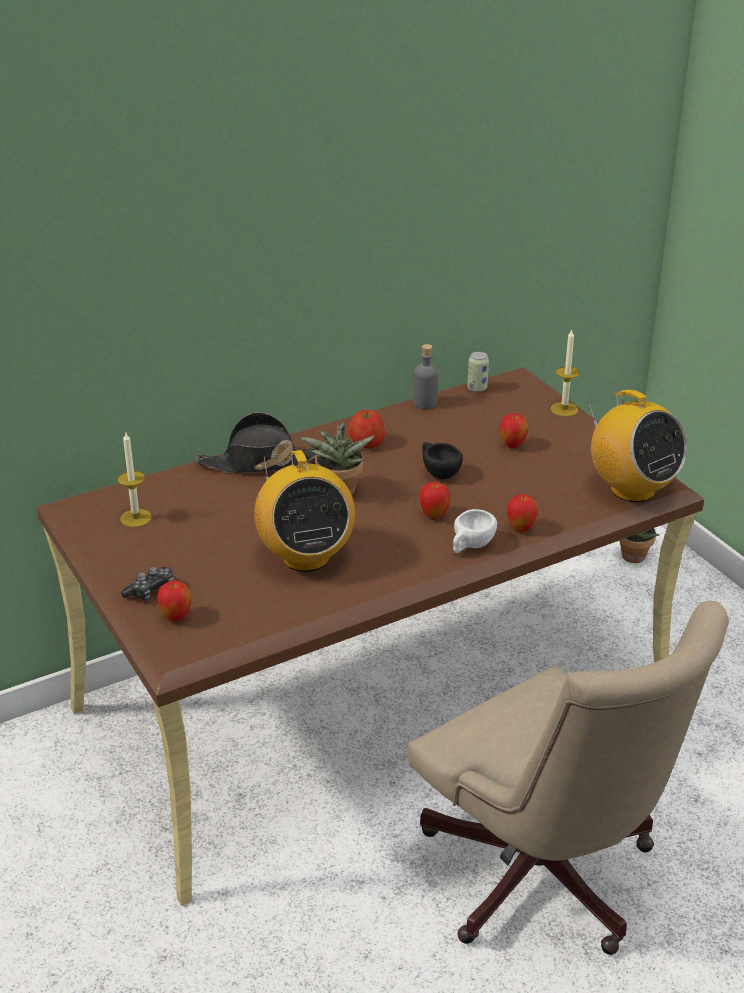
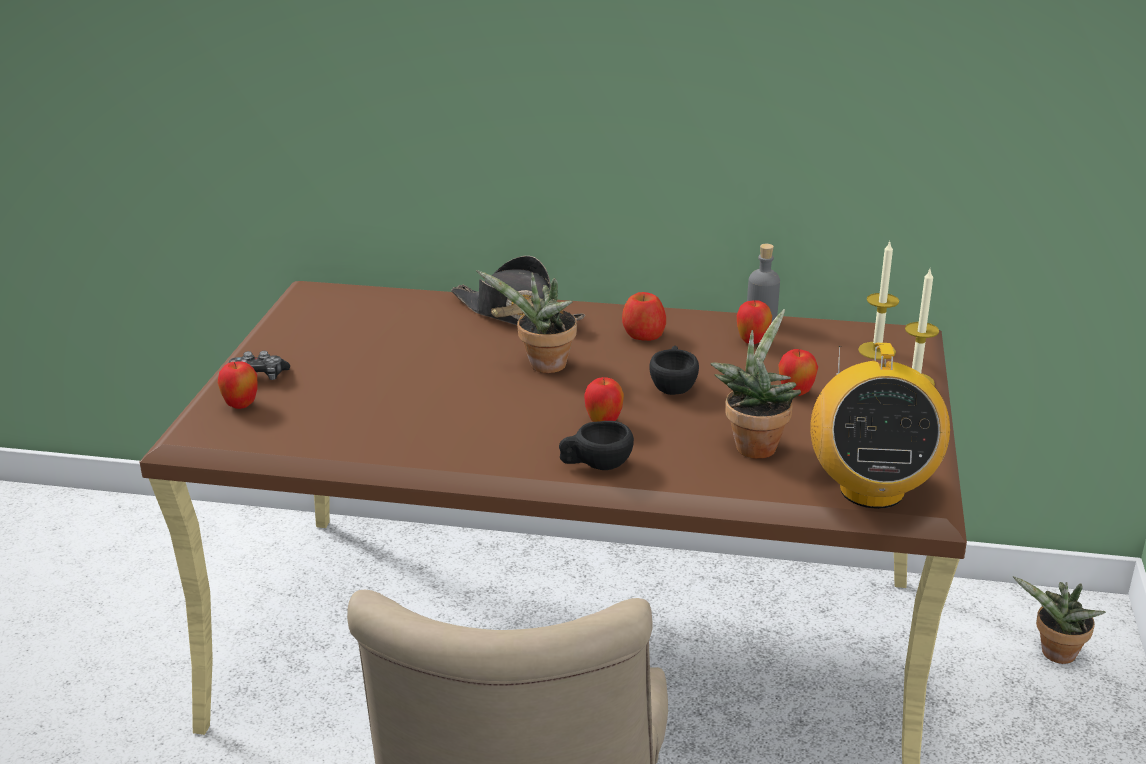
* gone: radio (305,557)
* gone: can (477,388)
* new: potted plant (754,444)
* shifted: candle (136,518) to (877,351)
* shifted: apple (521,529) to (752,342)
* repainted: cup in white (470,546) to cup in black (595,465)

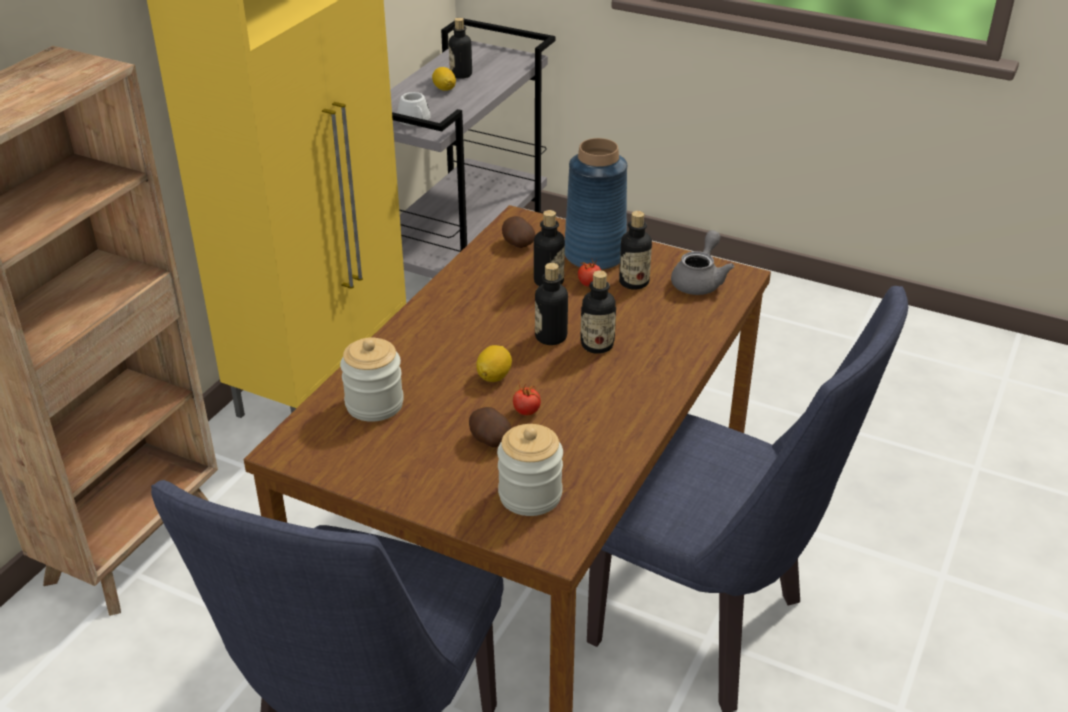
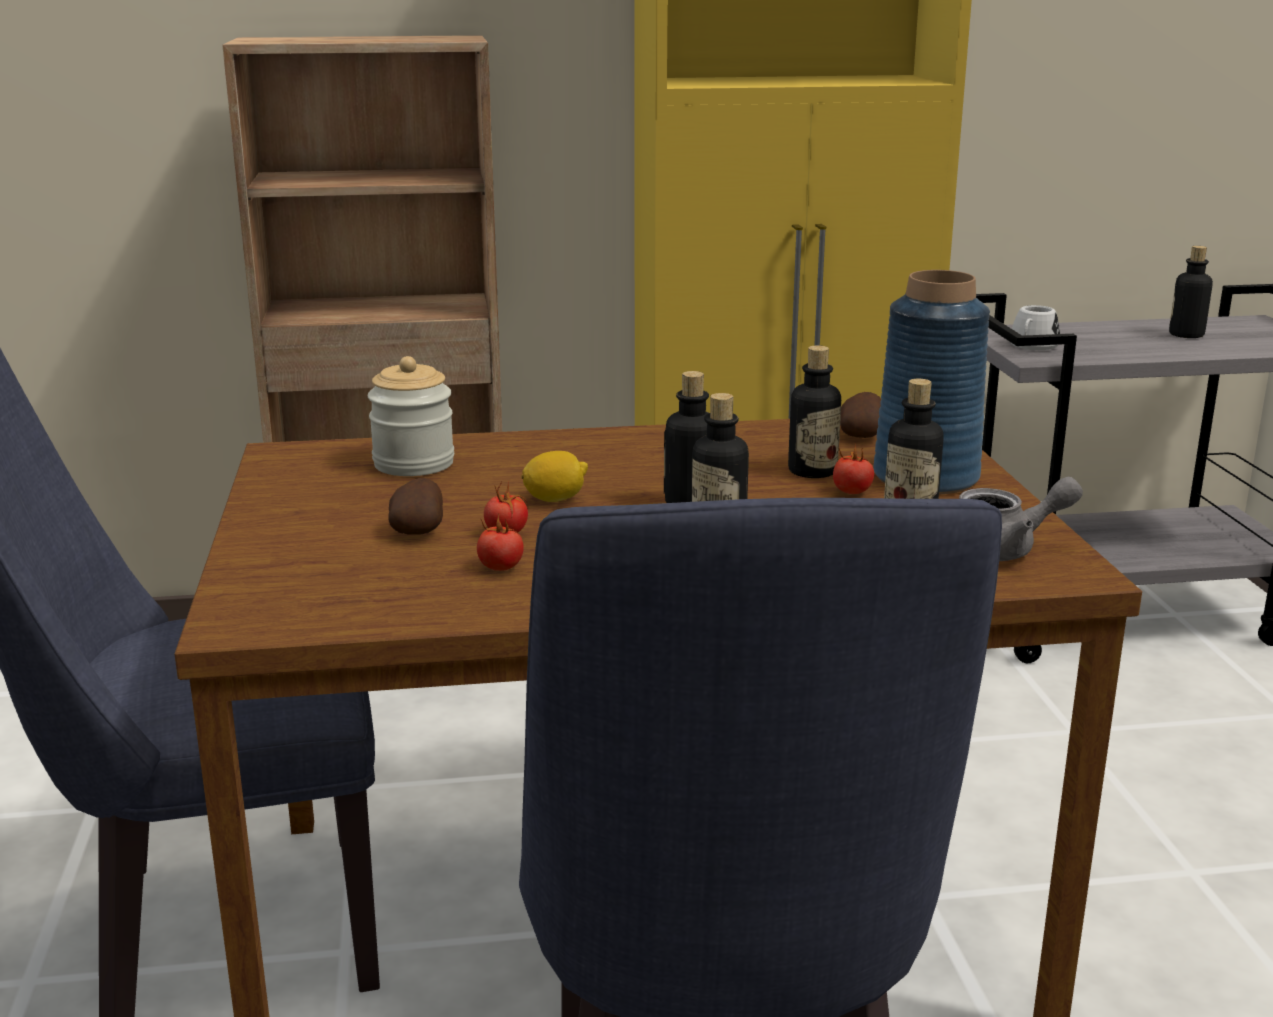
* gone: lemon (444,89)
* gone: jar (530,495)
* new: tomato (501,567)

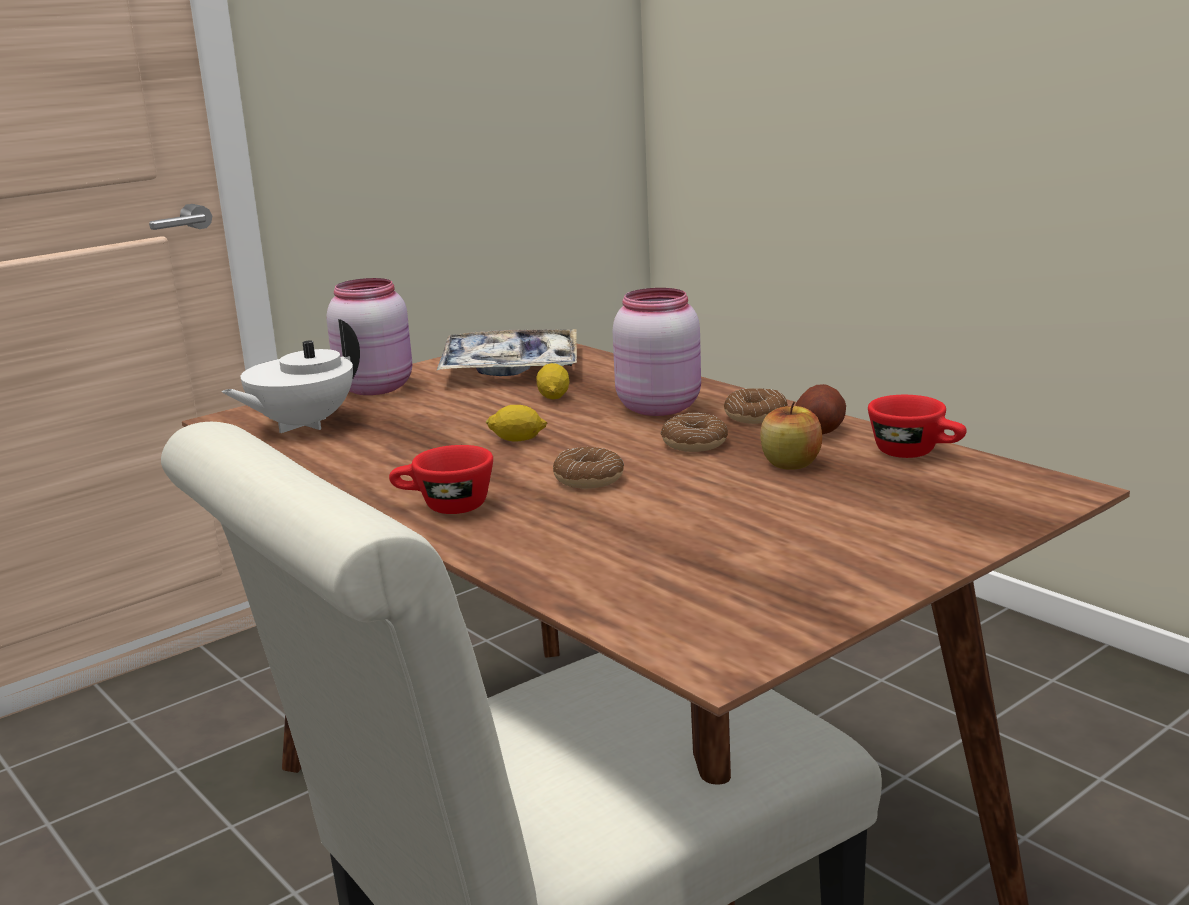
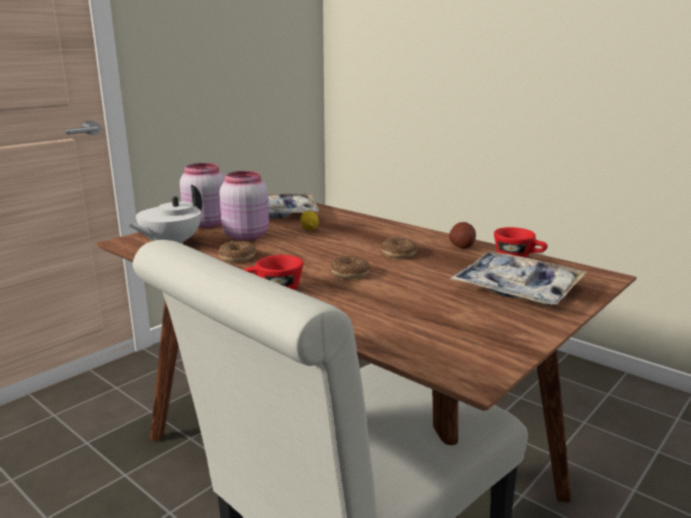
* gone: lemon (518,440)
* gone: apple (790,464)
* new: tray (517,289)
* shifted: jar in pink (658,406) to (246,235)
* shifted: donut (755,416) to (237,257)

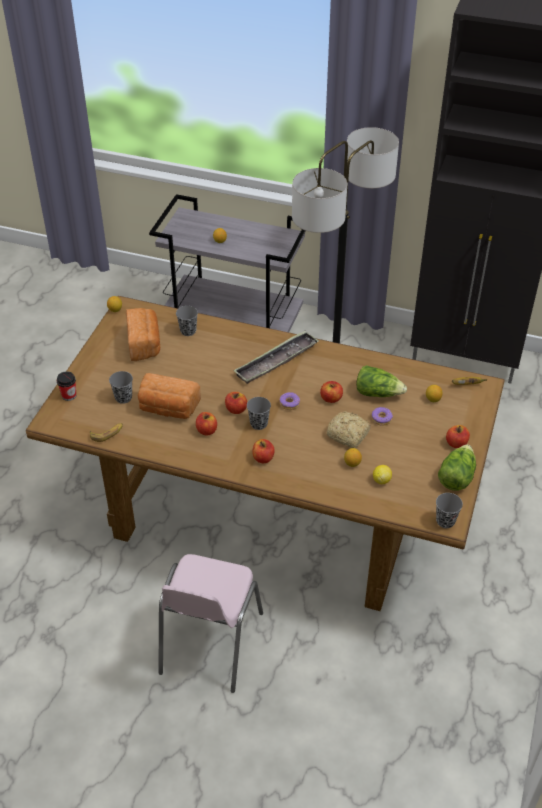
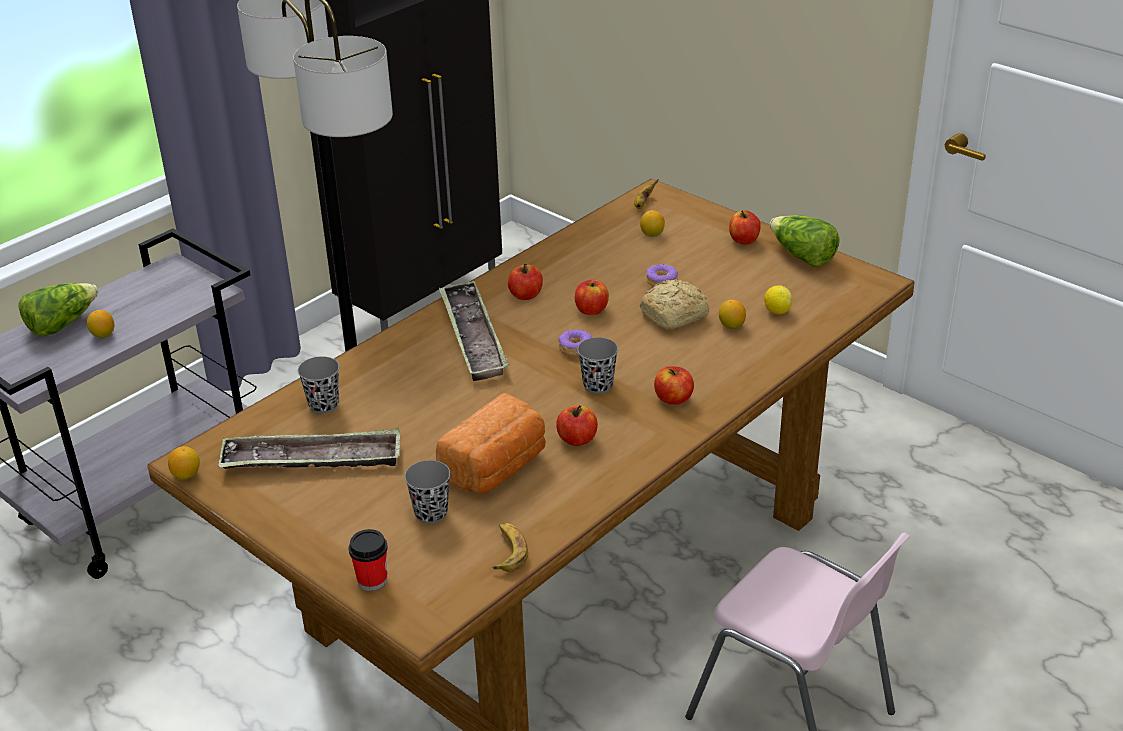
* gone: cup in grey (445,521)
* shifted: apple (236,409) to (526,295)
* shifted: lettuce (378,393) to (62,324)
* swapped: bread (144,344) to tray (312,460)

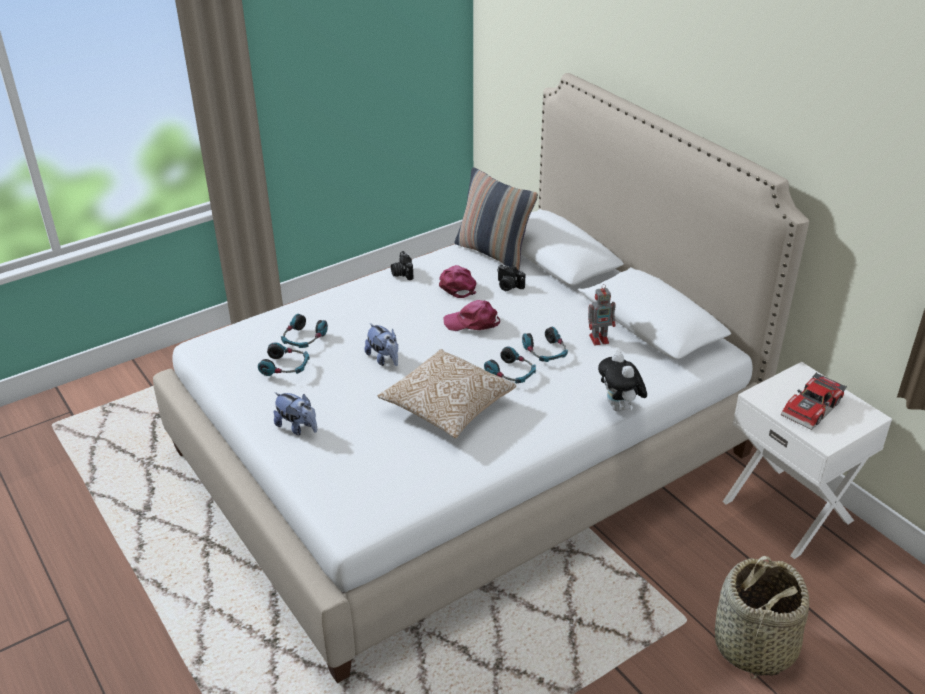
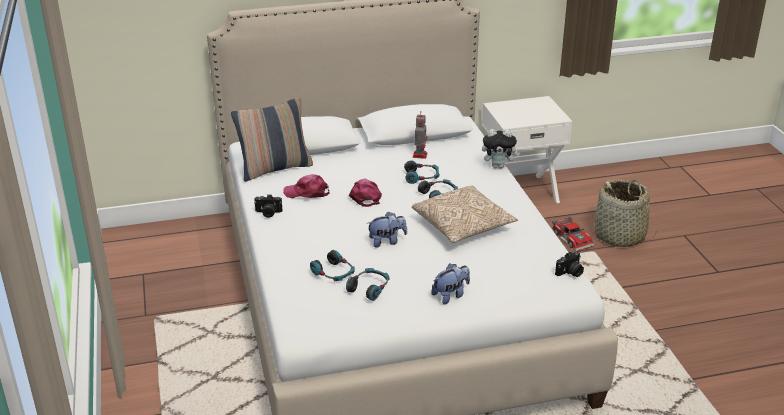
* shifted: photo camera (508,286) to (570,273)
* shifted: toy car (813,409) to (573,238)
* rotated: cap in pink (472,322) = (365,196) 150 degrees clockwise

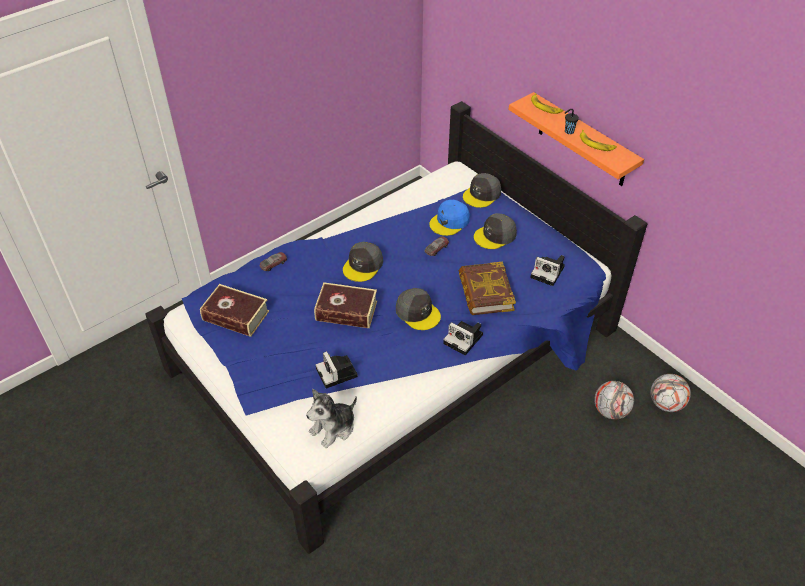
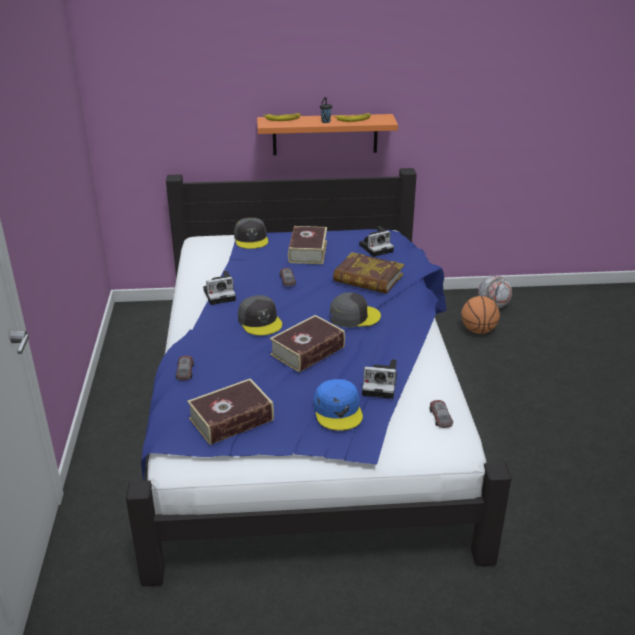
* shifted: cap in blue (450,222) to (338,410)
* shifted: photo camera (464,339) to (221,294)
* swapped: plush toy (333,428) to toy car (440,417)
* swapped: cap in grey (495,235) to book (308,251)
* swapped: football (610,411) to basketball (478,330)

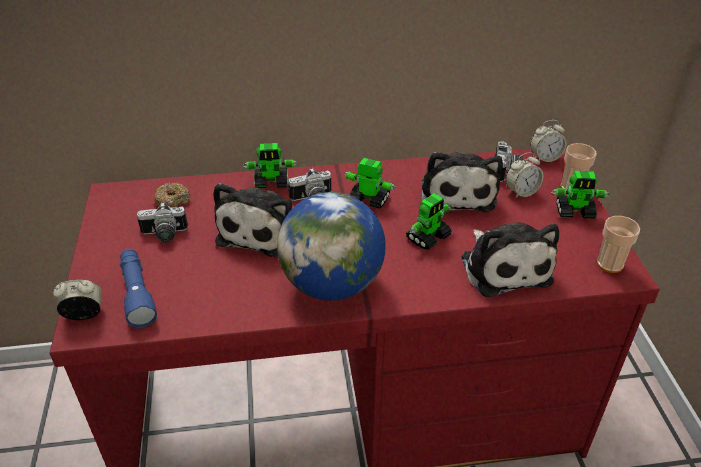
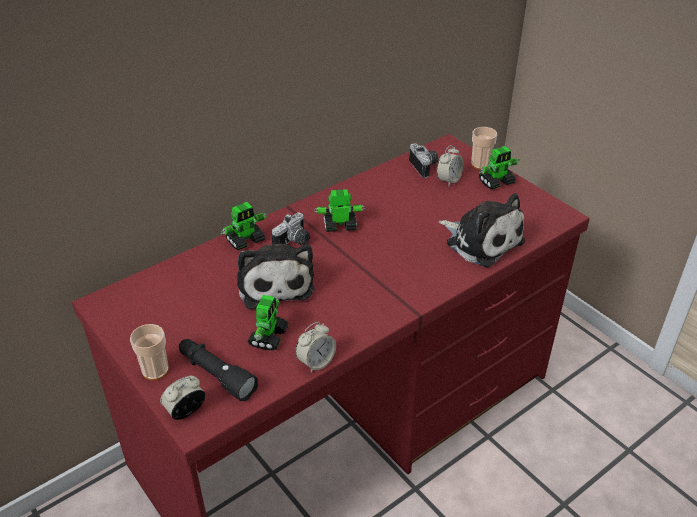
* gone: photo camera (164,235)
* gone: donut (172,201)
* gone: globe (332,284)
* gone: plush toy (457,193)
* shifted: toy robot (428,237) to (269,336)
* shifted: alarm clock (545,158) to (316,362)
* shifted: cup (610,264) to (155,370)
* repainted: flashlight in blue (137,293) to flashlight in black (216,375)

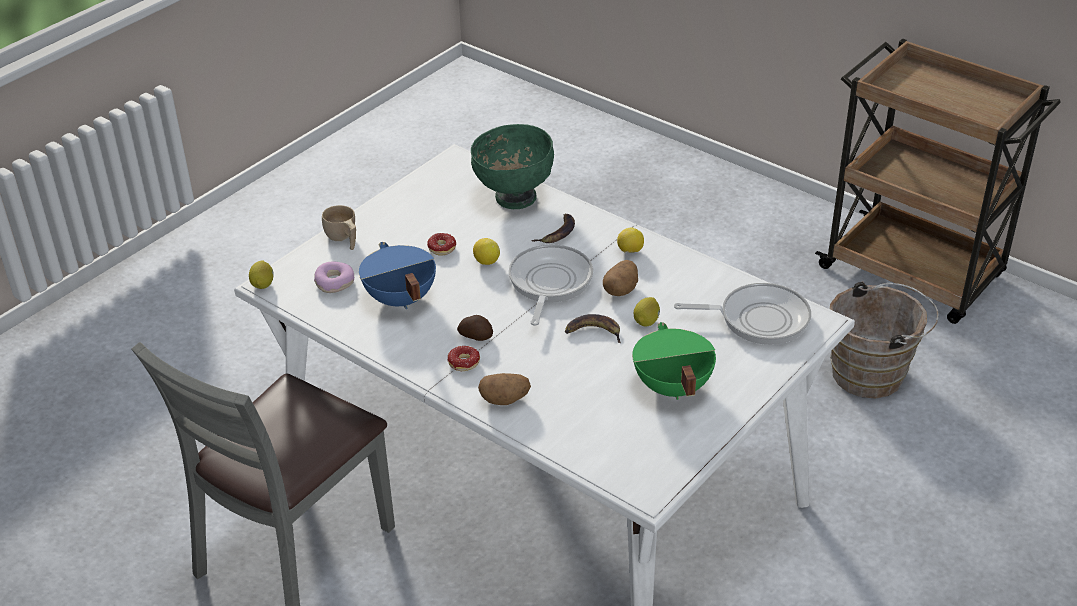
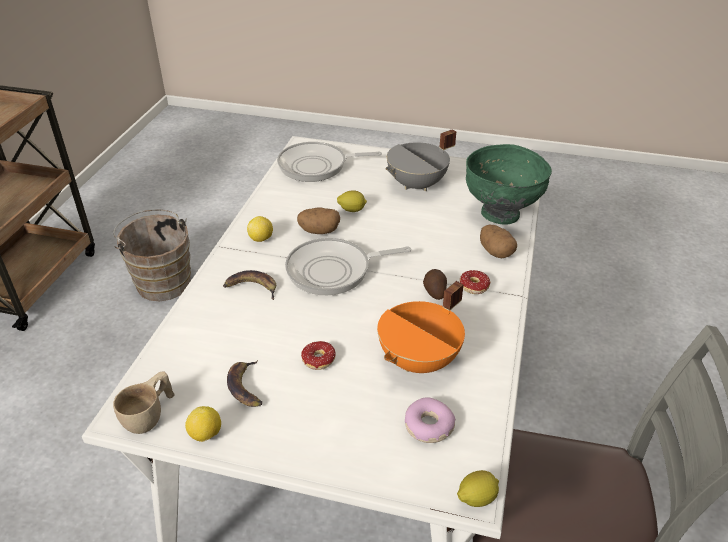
* shifted: cup in beige (343,239) to (150,415)
* shifted: bowl in green (514,197) to (500,214)
* shifted: lemon (486,261) to (206,434)
* shifted: banana (593,332) to (246,387)
* repainted: cooking pot in blue (399,299) to cooking pot in orange (420,360)
* repainted: cooking pot in green (671,387) to cooking pot in grey (417,185)
* rotated: frying pan (758,319) = (317,166) 75 degrees counterclockwise

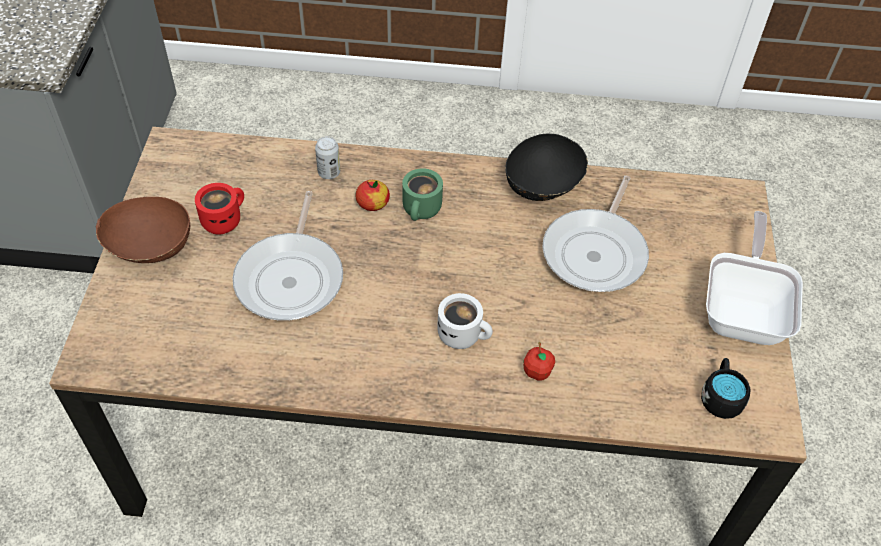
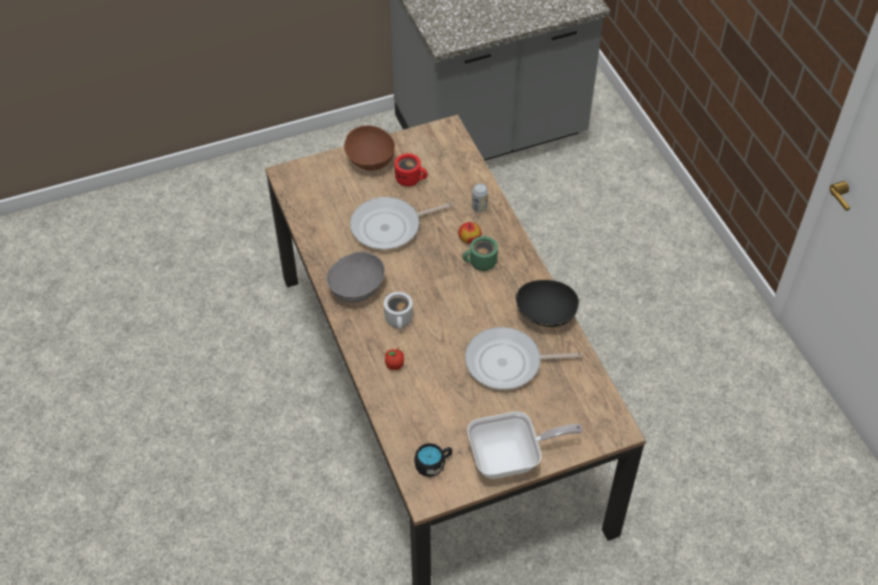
* new: bowl in grey (356,288)

